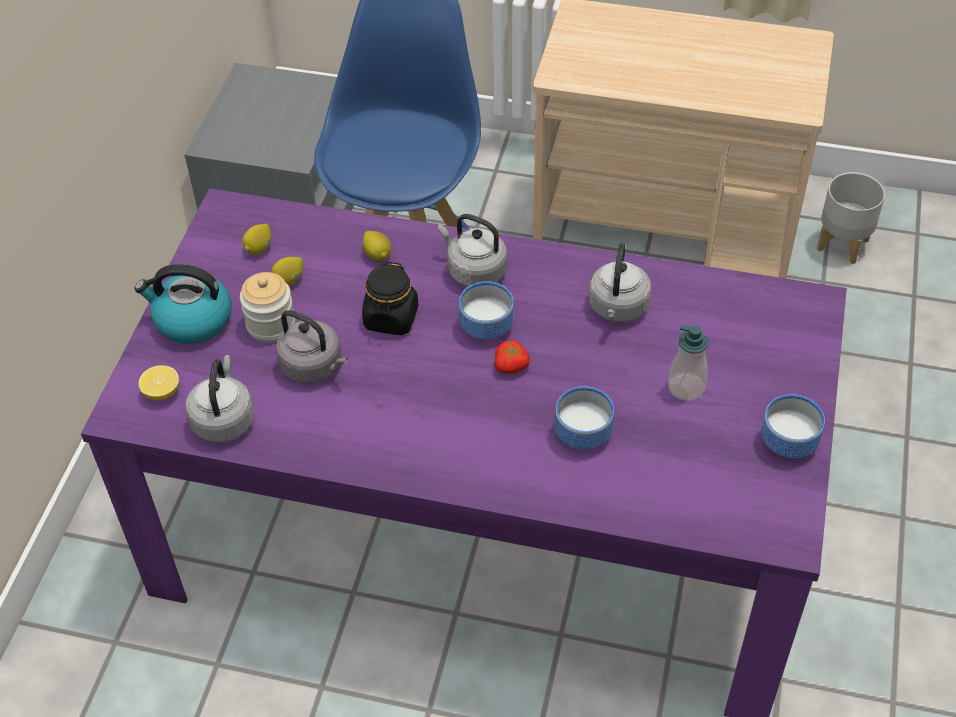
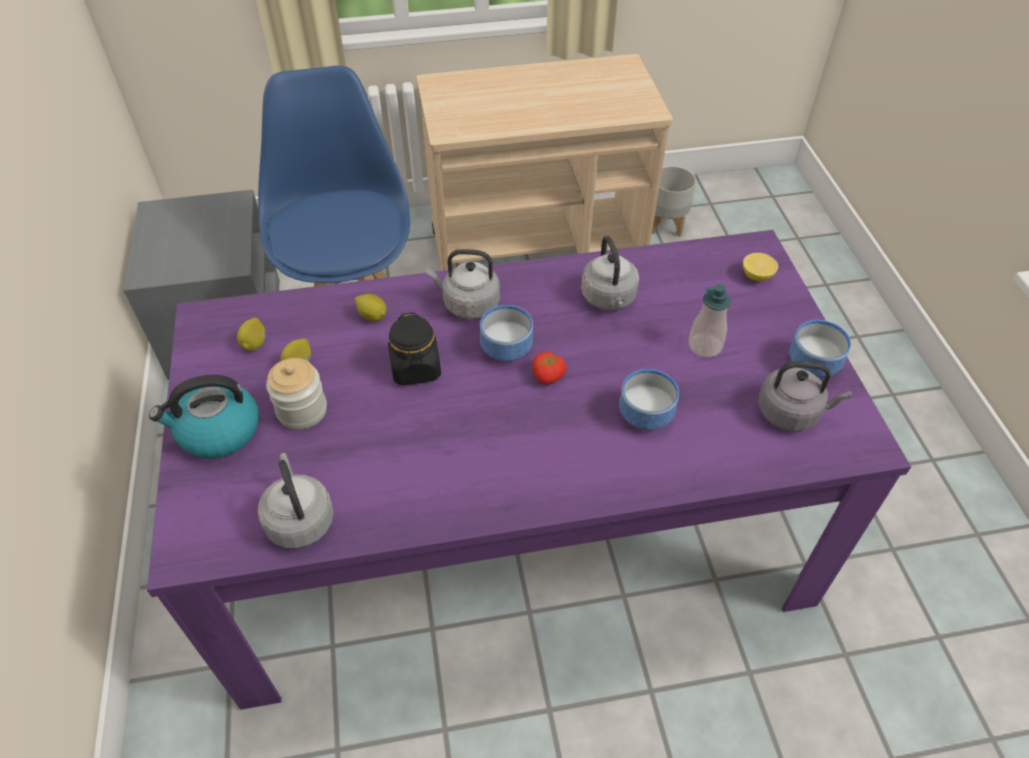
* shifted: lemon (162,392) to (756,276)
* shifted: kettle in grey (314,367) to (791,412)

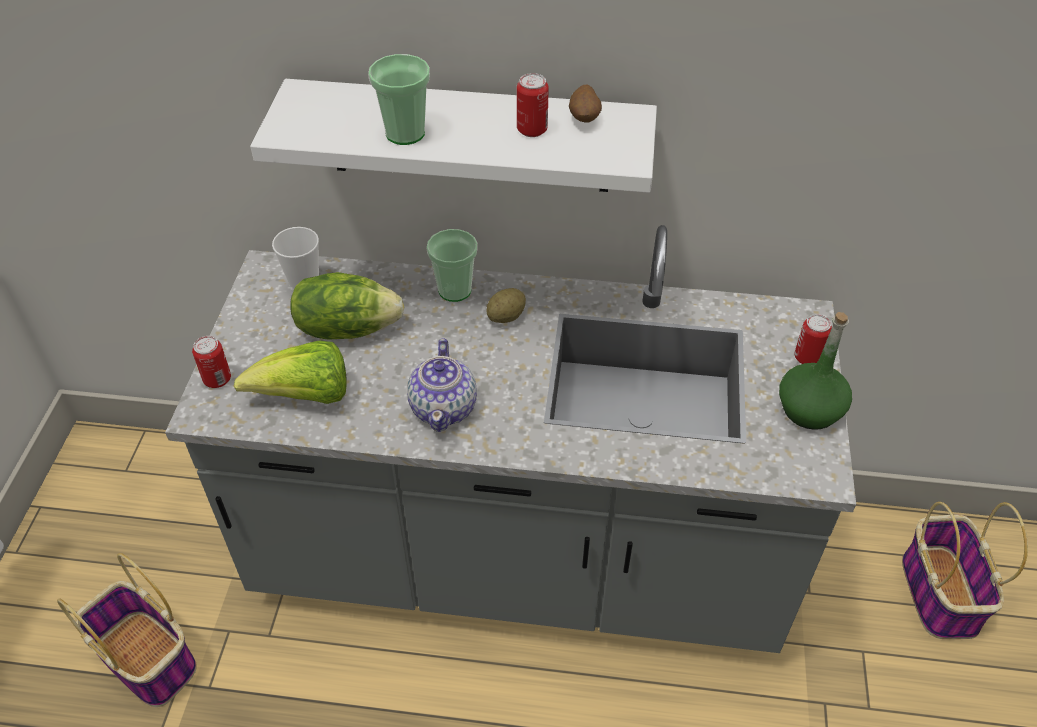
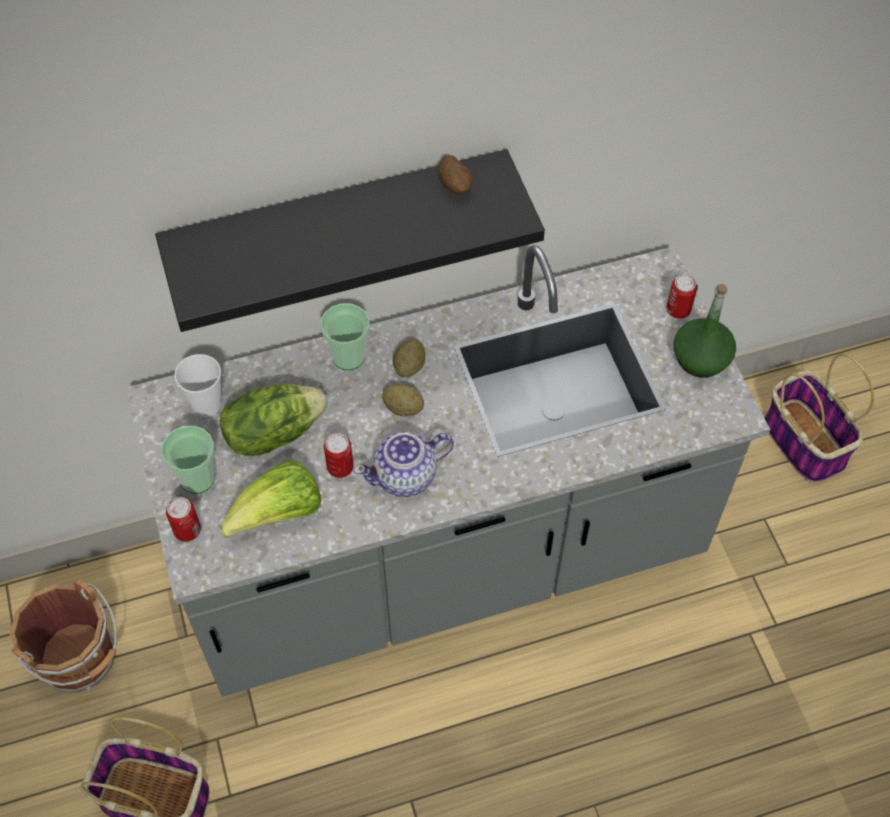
* new: bucket in brown (81,659)
* new: potato (403,408)
* shifted: cup (405,133) to (197,478)
* shifted: can (532,130) to (340,467)
* repainted: shelf in white (469,136) to shelf in black (338,223)
* rotated: teapot (444,407) = (406,476) 90 degrees clockwise

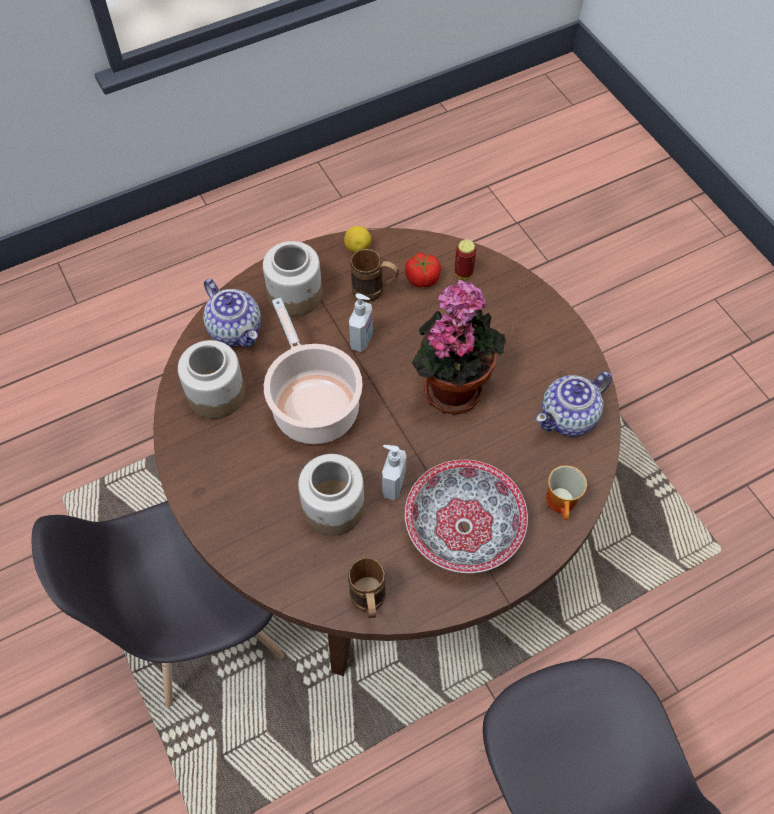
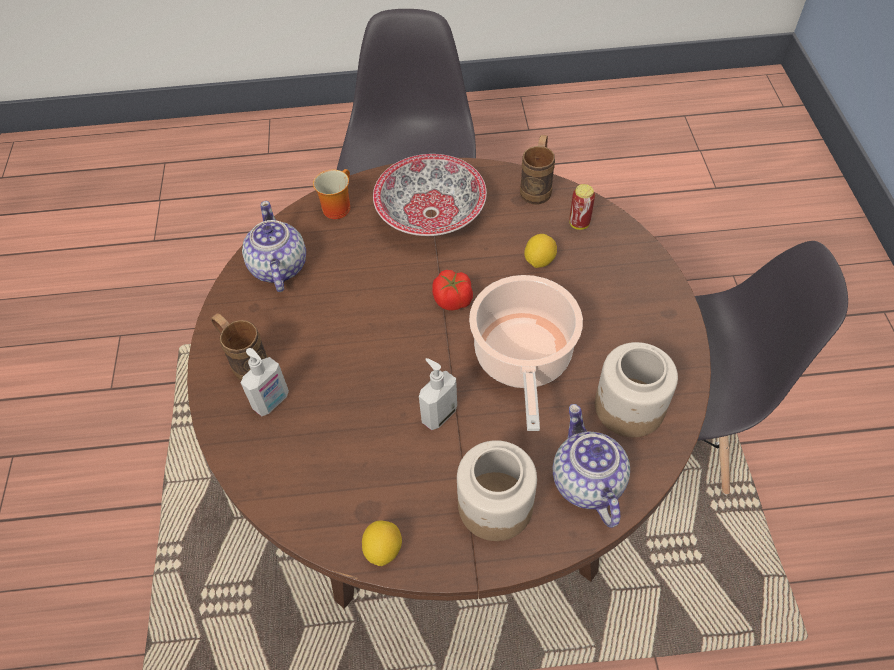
* gone: potted plant (452,385)
* shifted: mug in brown (374,292) to (245,362)
* shifted: soap dispenser (392,485) to (272,402)
* shifted: tomato (422,278) to (453,300)
* shifted: can (463,272) to (579,223)
* swapped: jar (333,508) to lemon (539,261)
* rotated: teapot (569,417) = (278,268) 90 degrees counterclockwise

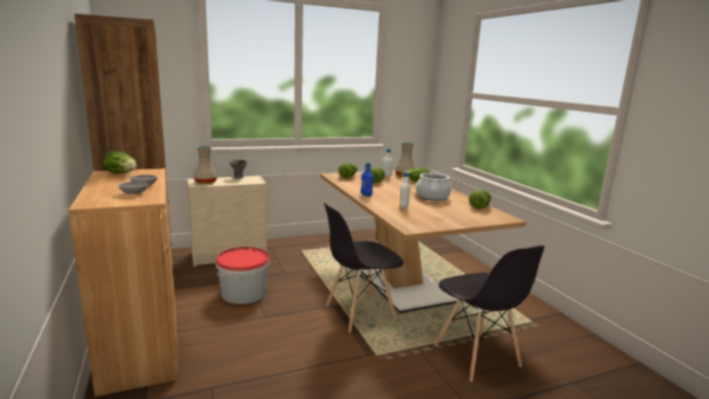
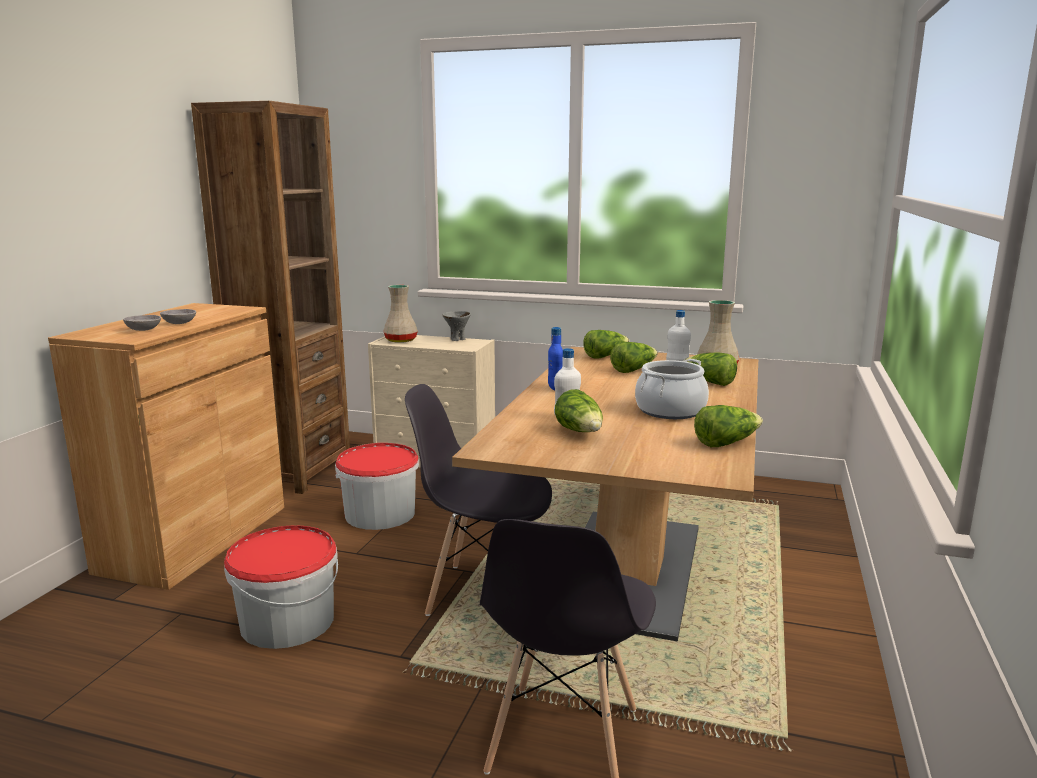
* new: bucket (287,621)
* shifted: lettuce (122,174) to (580,432)

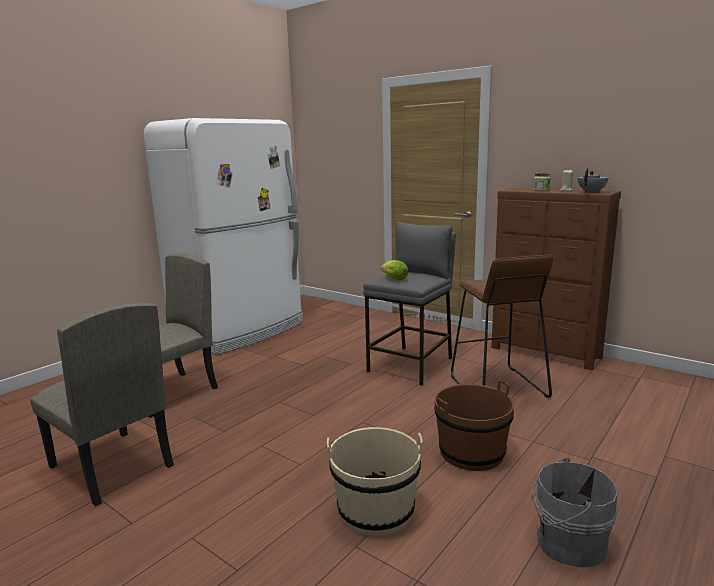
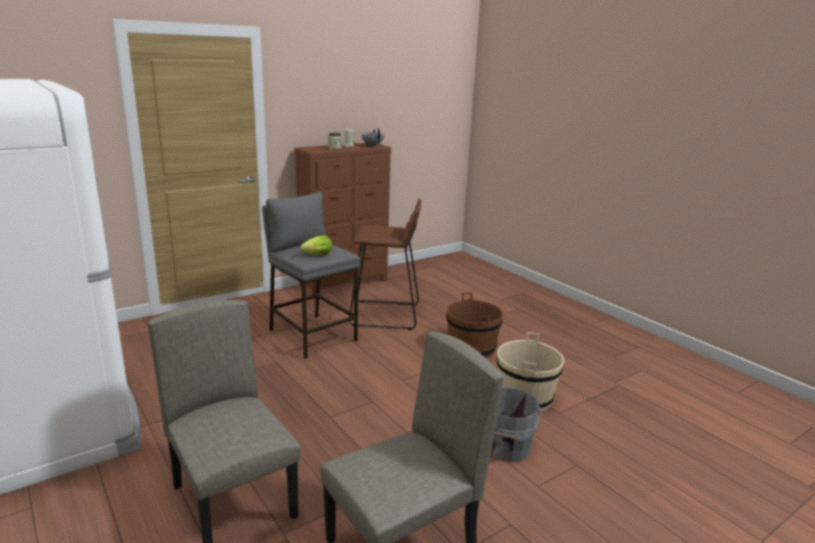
* shifted: bucket in grey (567,542) to (505,447)

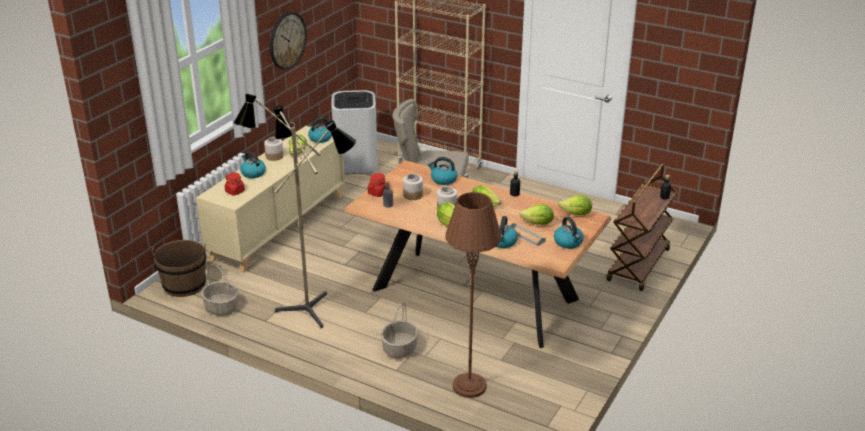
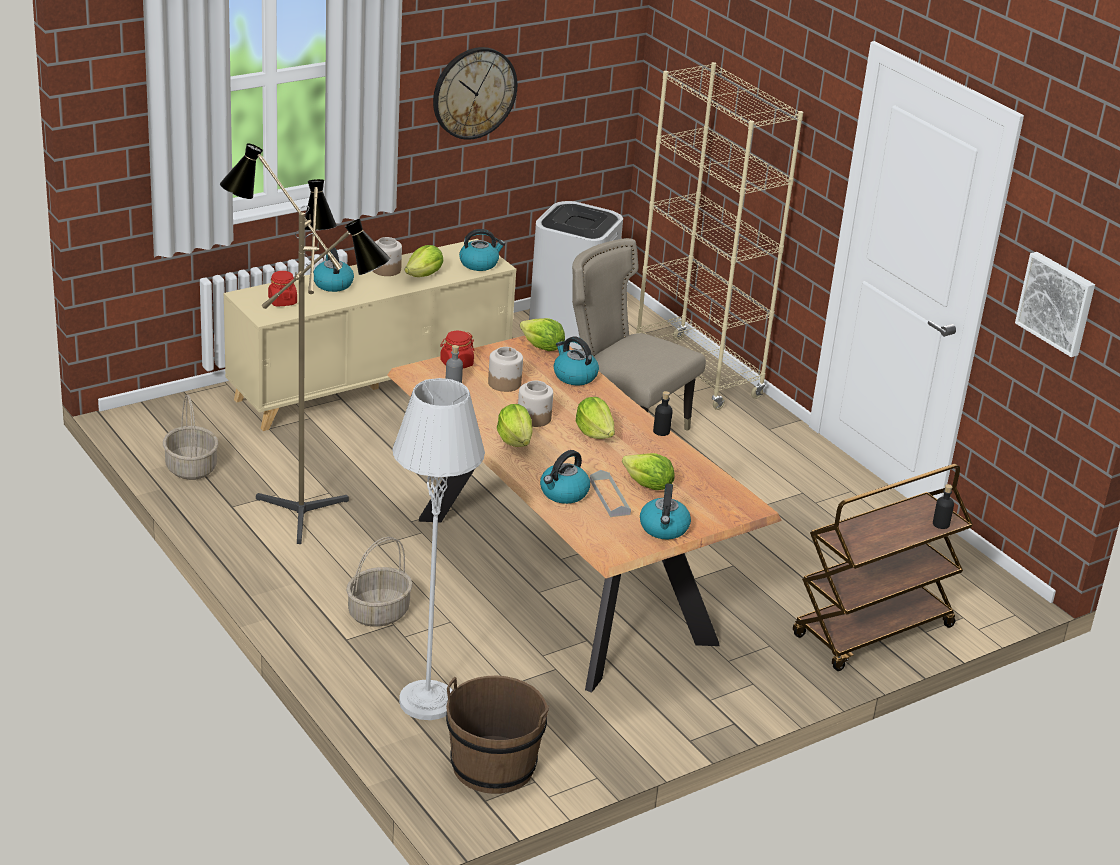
* new: picture (1057,303)
* shifted: bucket in brown (184,285) to (493,766)
* shifted: lettuce (576,214) to (542,348)
* repainted: floor lamp in brown (469,386) to floor lamp in grey (427,702)

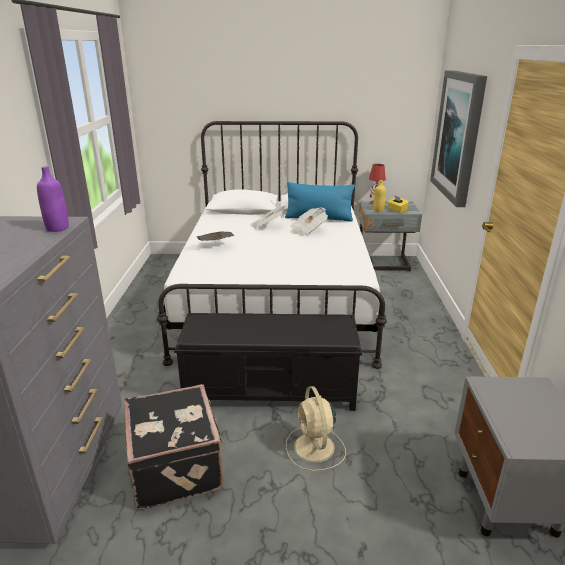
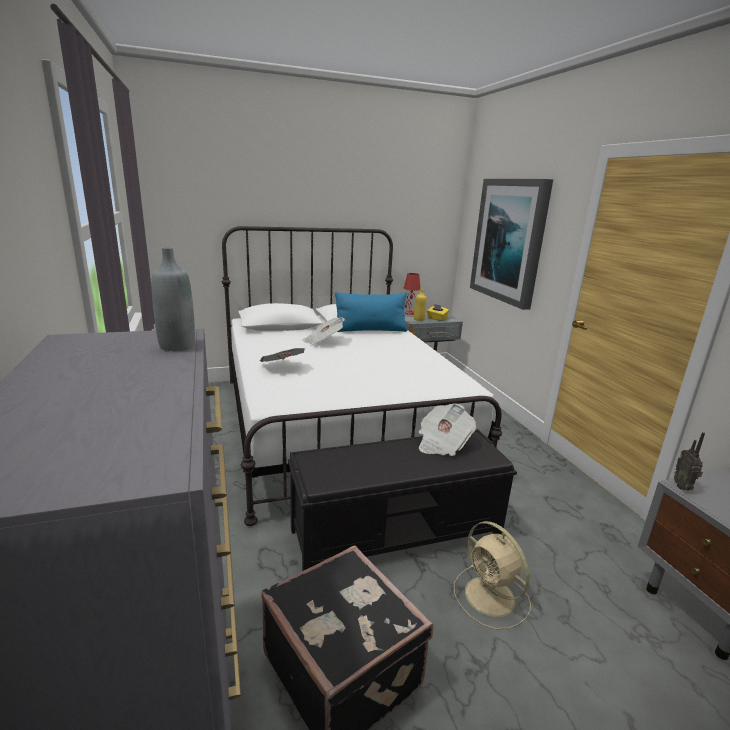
* new: radio (683,487)
* shifted: newspaper (308,231) to (442,443)
* repainted: bottle in purple (57,228) to bottle in grey (177,346)

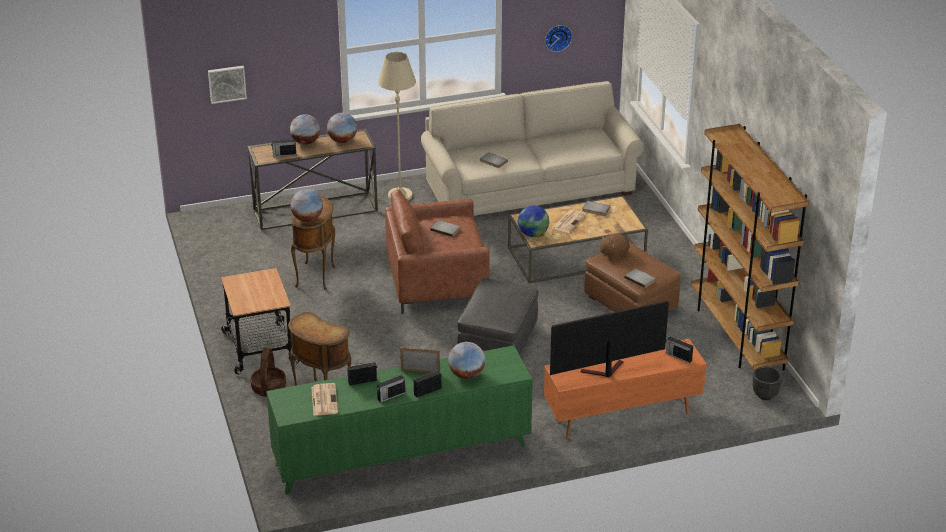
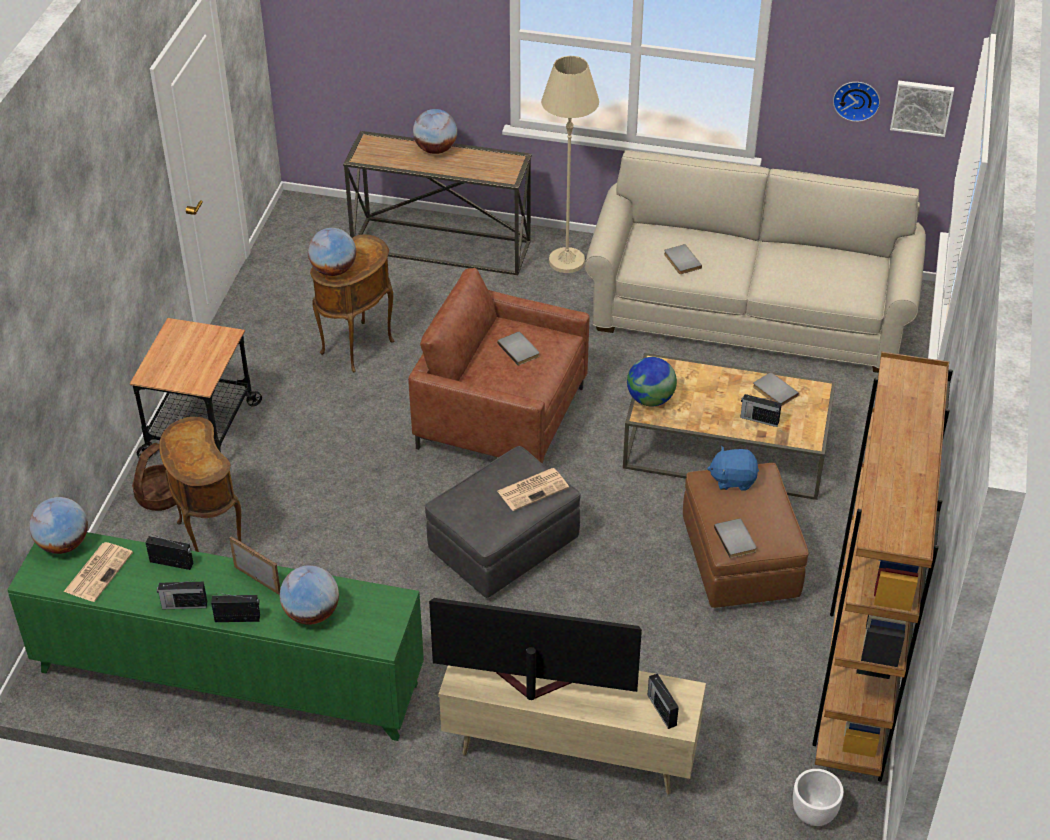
* shifted: picture (227,83) to (922,107)
* shifted: radio (284,155) to (758,419)
* shifted: globe (342,140) to (63,544)
* shifted: newspaper (569,221) to (533,489)
* repainted: tv stand in orange (622,417) to tv stand in beige (570,753)
* repainted: plush toy in brown (613,254) to plush toy in blue (733,479)
* repainted: planter in black (765,395) to planter in white (814,814)

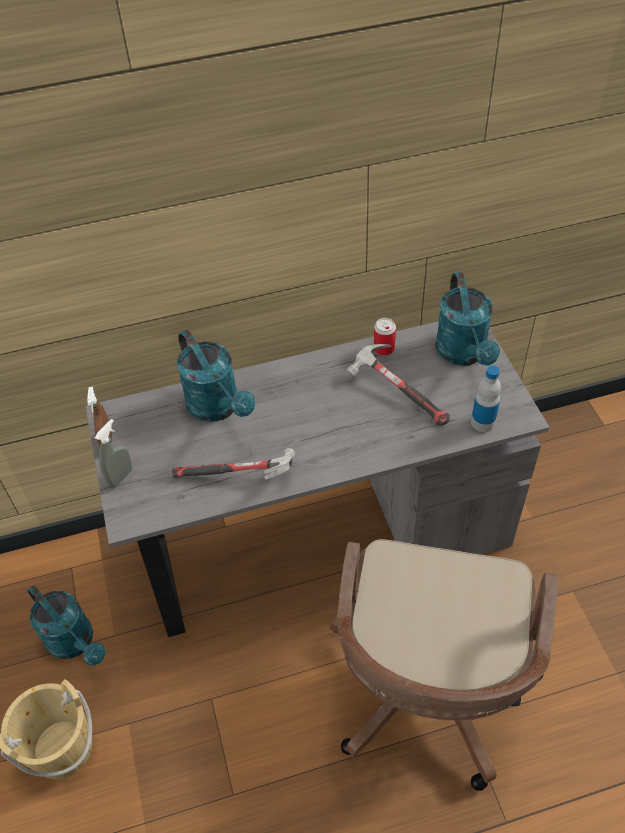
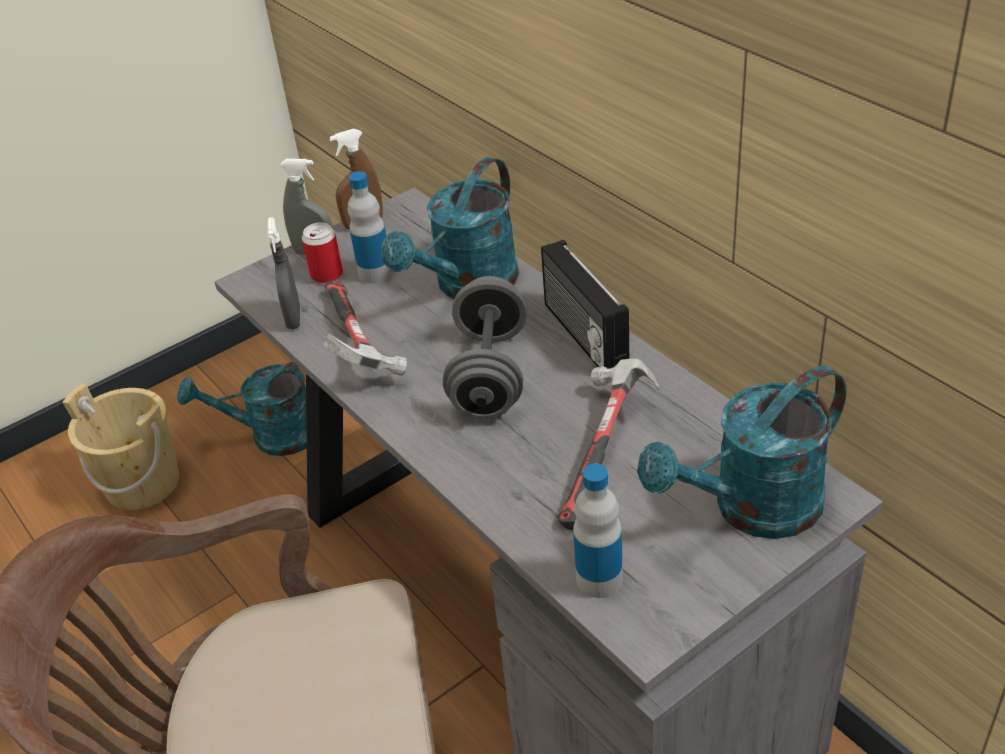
* new: spray bottle in grey (293,318)
* new: bottle (375,273)
* new: dumbbell in grey (489,374)
* new: radio (583,336)
* shifted: can (384,349) to (327,275)
* rotated: watering can in turquoise (75,642) = (272,436) 60 degrees clockwise

